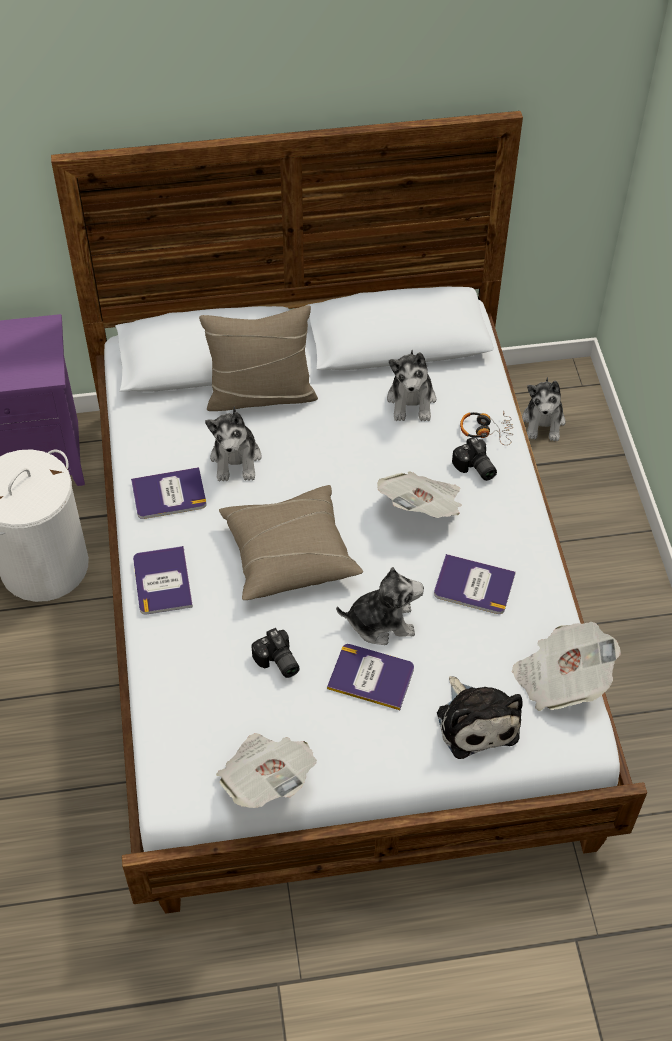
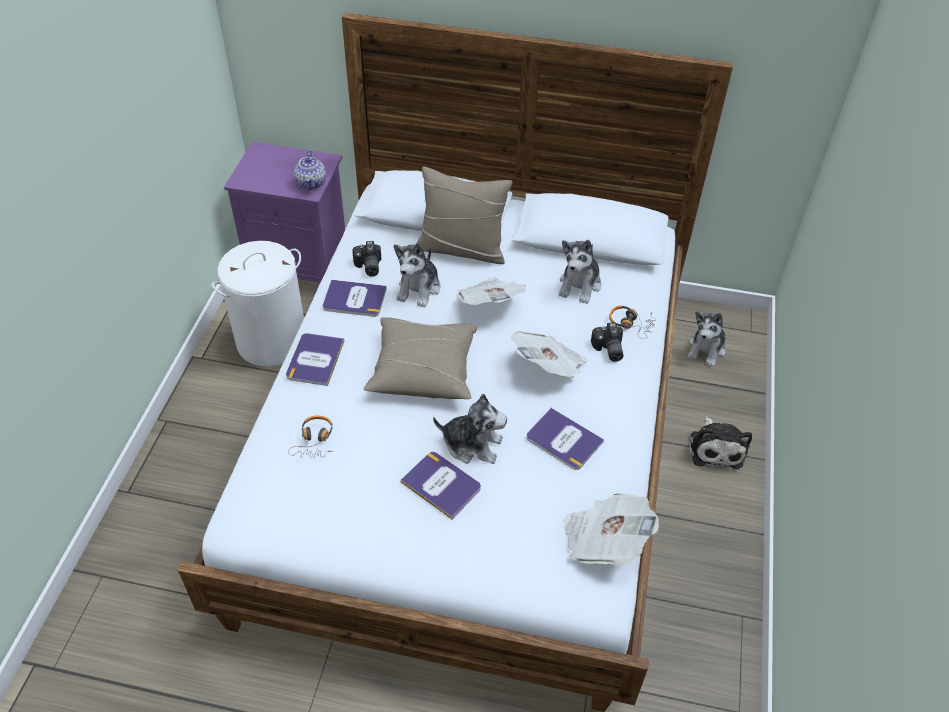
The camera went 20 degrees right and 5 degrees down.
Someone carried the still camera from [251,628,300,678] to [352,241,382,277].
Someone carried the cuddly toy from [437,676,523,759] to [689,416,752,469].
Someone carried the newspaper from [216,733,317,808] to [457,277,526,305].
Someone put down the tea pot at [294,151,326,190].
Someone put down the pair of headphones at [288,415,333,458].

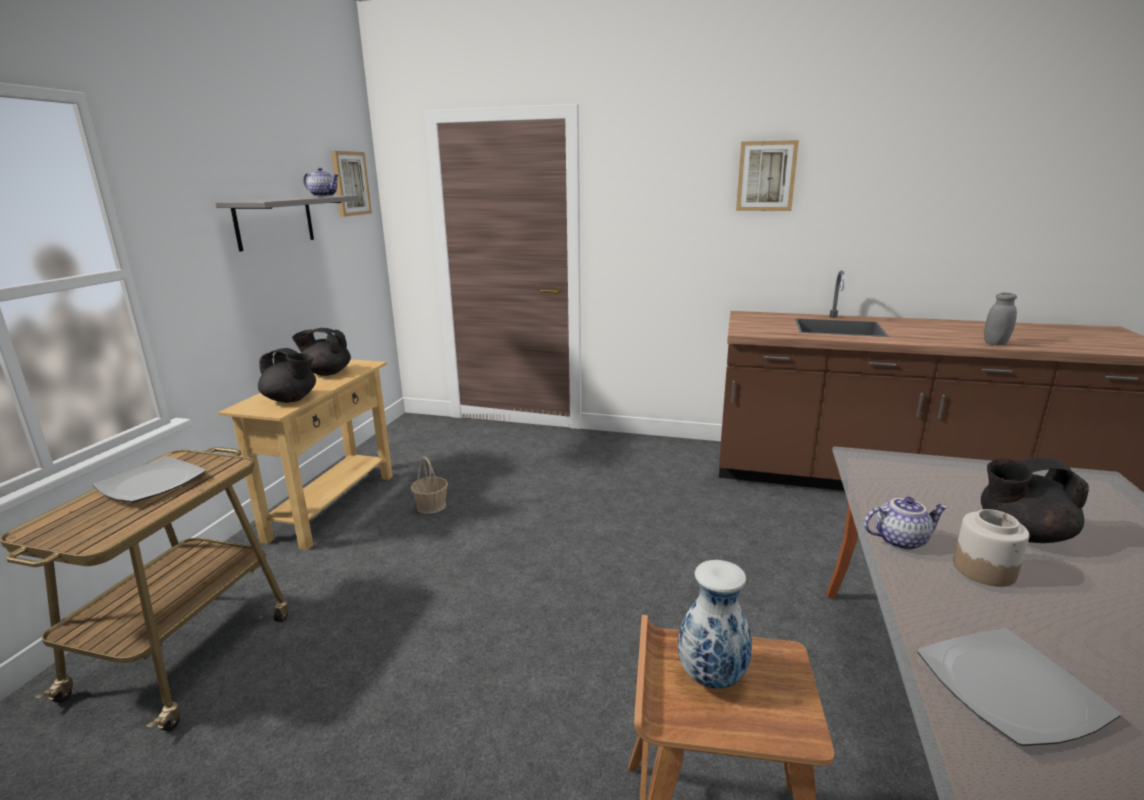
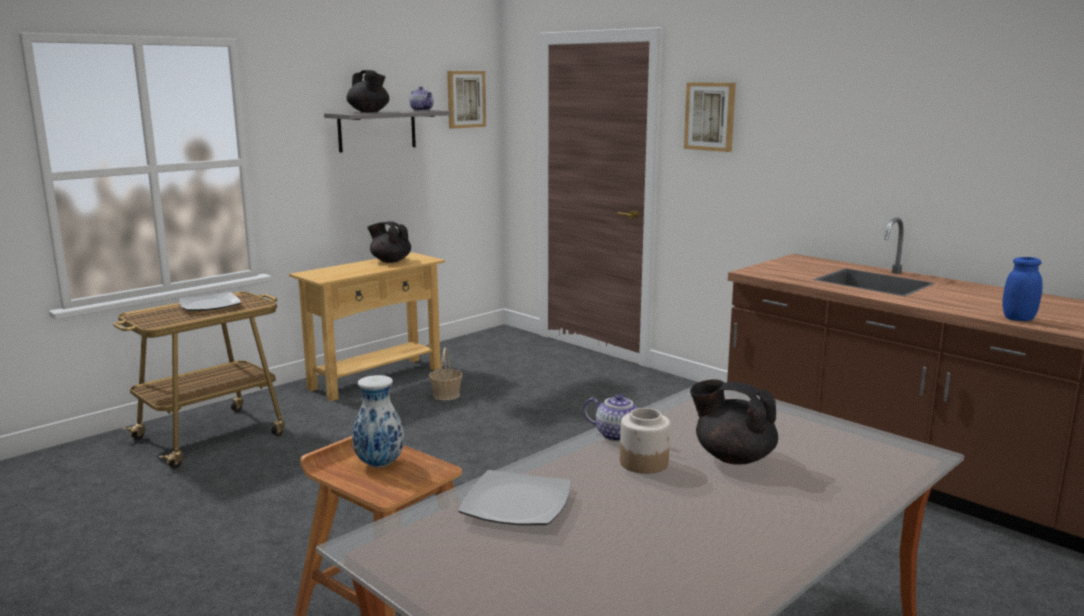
The camera went 30 degrees right and 5 degrees down.
Someone carried the wall art from [736,140,799,211] to [684,82,736,152].
Someone repainted the greyish storage jar at [984,293,1017,345], which became the blue storage jar at [1002,257,1043,321].
Someone carried the black tea pot from [258,348,316,403] to [346,70,389,112].

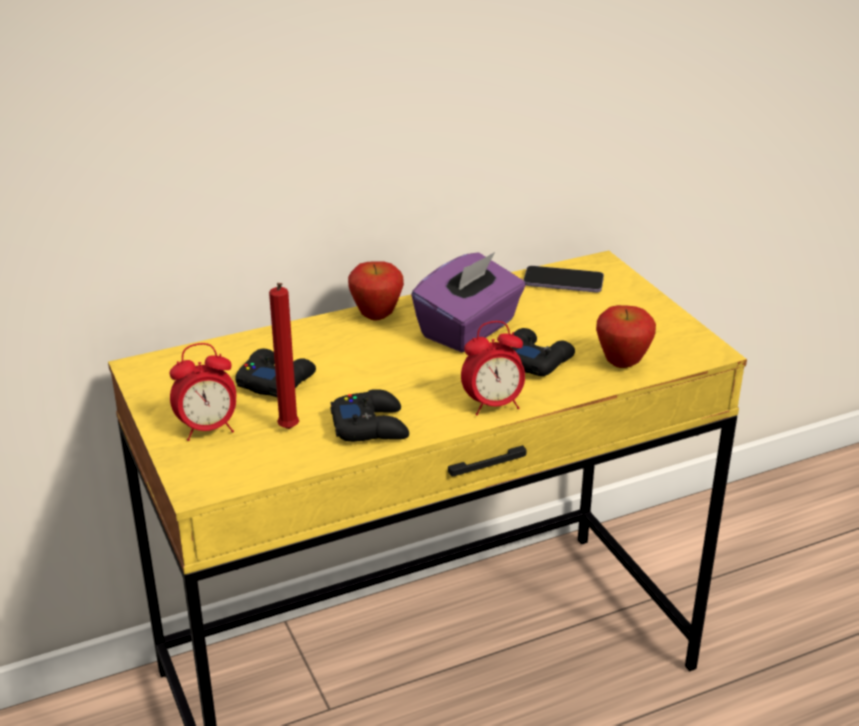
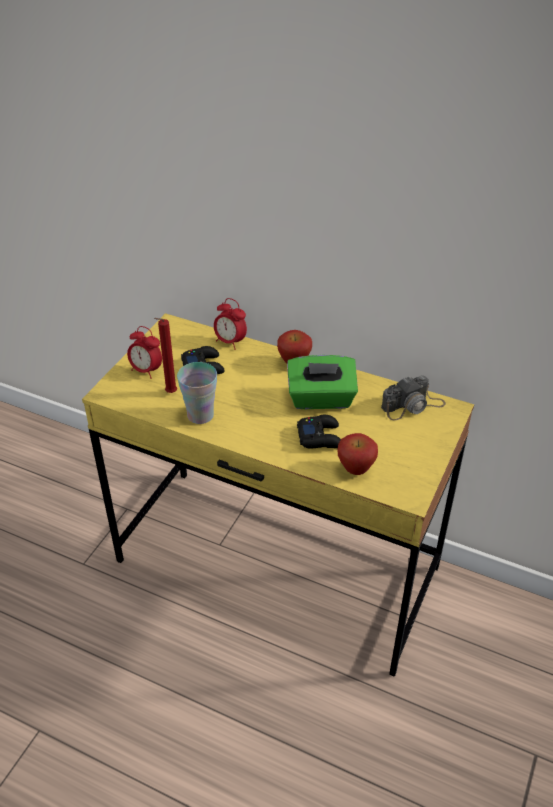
The camera went 50 degrees right and 10 degrees up.
Someone repainted the purple-coloured tissue box at [411,252,526,352], which became the green-coloured tissue box at [287,355,358,409].
Someone swapped the phone at [524,266,604,292] for the still camera at [381,375,446,420].
Someone carried the alarm clock from [461,321,525,415] to [214,298,247,350].
Someone swapped the black gamepad at [331,389,409,442] for the small cup at [177,362,217,424].

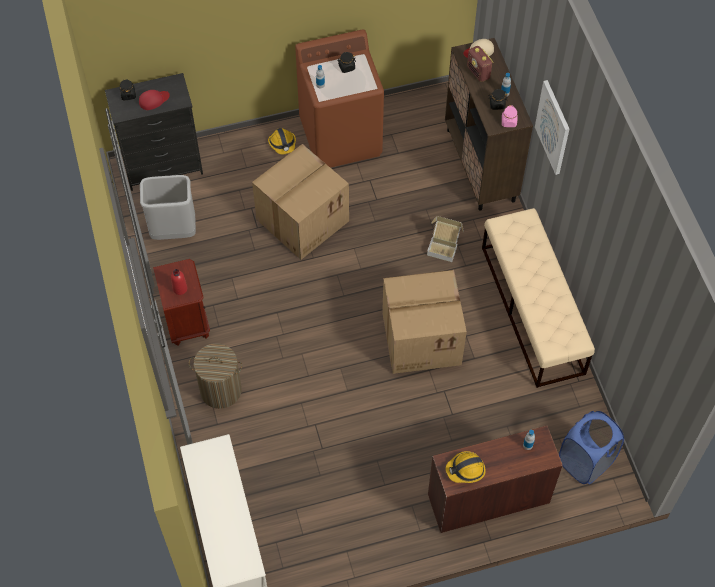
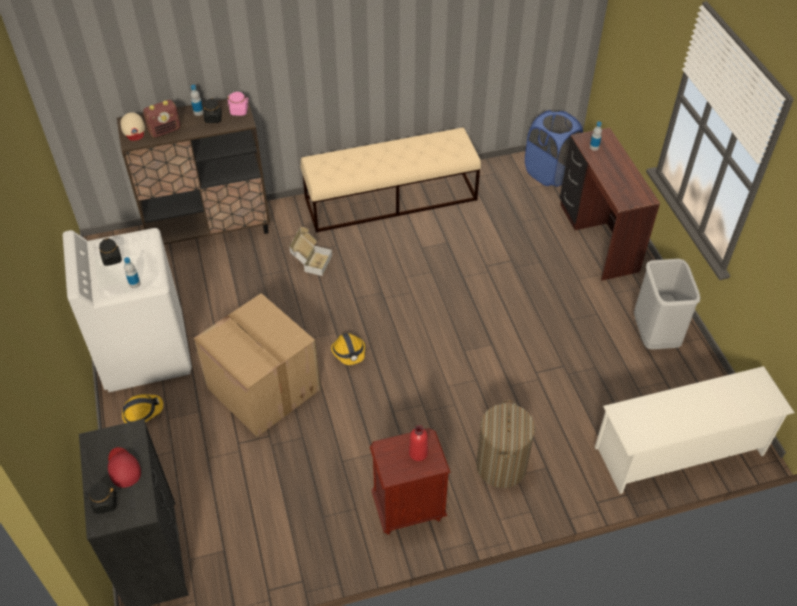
The camera went 90 degrees left and 10 degrees down.
Someone repainted the brown laundry appliance at [295,30,384,168], which became the whitish laundry appliance at [63,228,192,392].
Someone took away the wall art at [535,80,569,175].
Someone carried the greyish waste bin from [140,175,196,240] to [634,259,700,349].
Someone took away the packing box at [382,270,467,374].
Someone carried the safety helmet from [445,451,486,483] to [331,333,365,365].

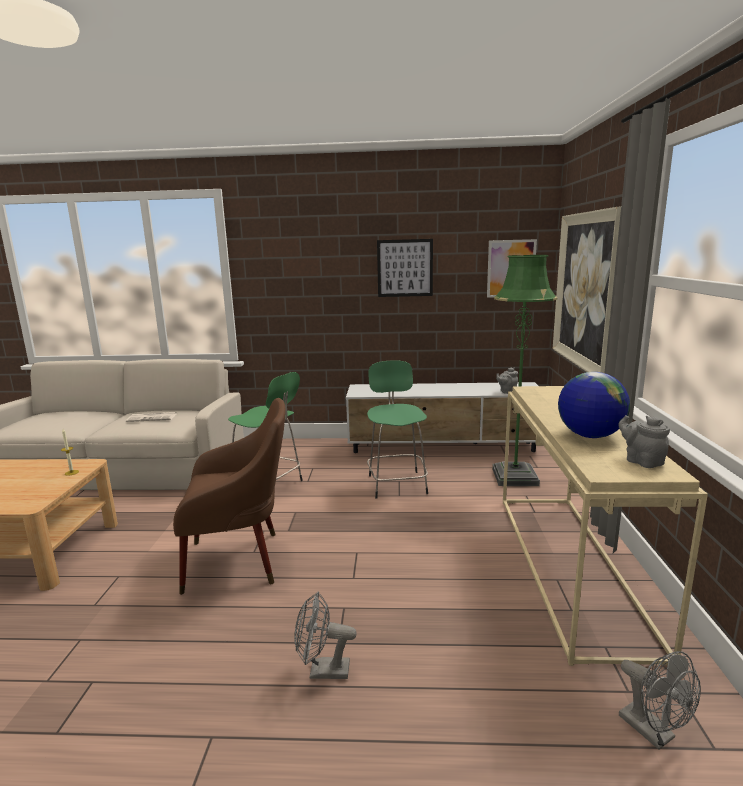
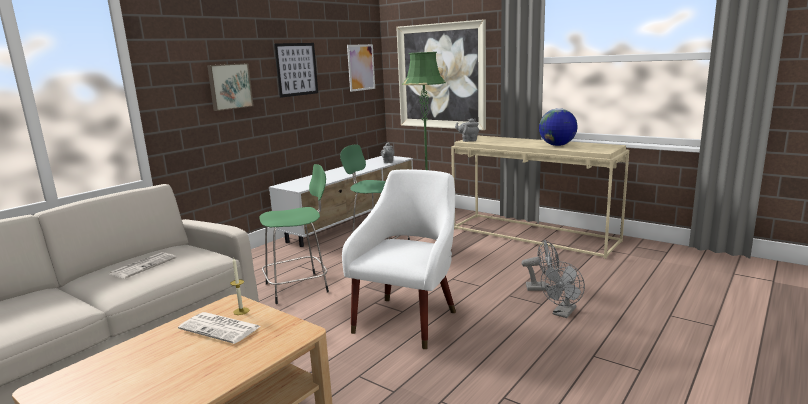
The camera went 55 degrees left and 0 degrees up.
Someone repainted the brown easy chair at [173,398,286,595], which became the whitish easy chair at [342,169,456,349].
Someone carried the greyish tea pot from [618,415,670,468] to [455,118,479,142].
Someone carried the greyish fan from [619,651,701,750] to [522,240,559,291].
Someone put up the wall art at [207,63,254,111].
Someone put down the newspaper at [178,312,261,344].

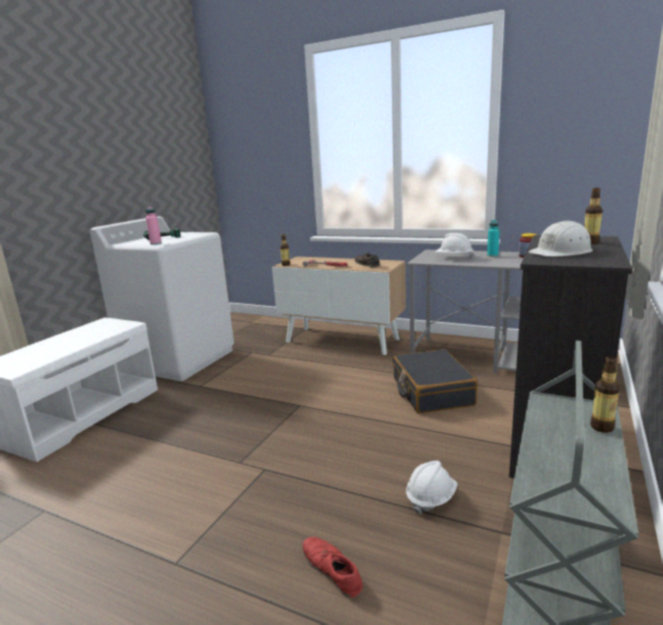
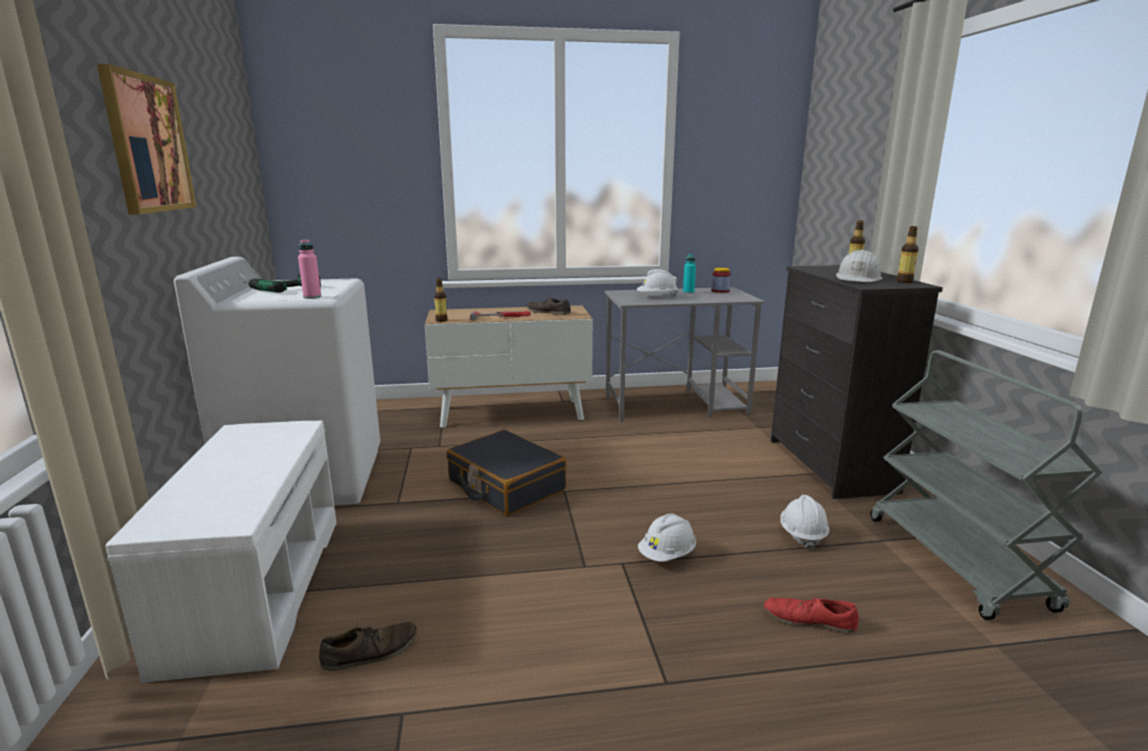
The camera went 35 degrees left and 0 degrees up.
Someone carried the black piece of luggage from [393,349,478,414] to [446,430,567,516].
Someone carried the bottle from [590,356,620,433] to [896,226,919,283].
Someone put up the wall art at [97,64,197,215].
Someone put down the whitish safety helmet at [638,513,696,562].
Someone put down the brown shoe at [319,622,417,671].

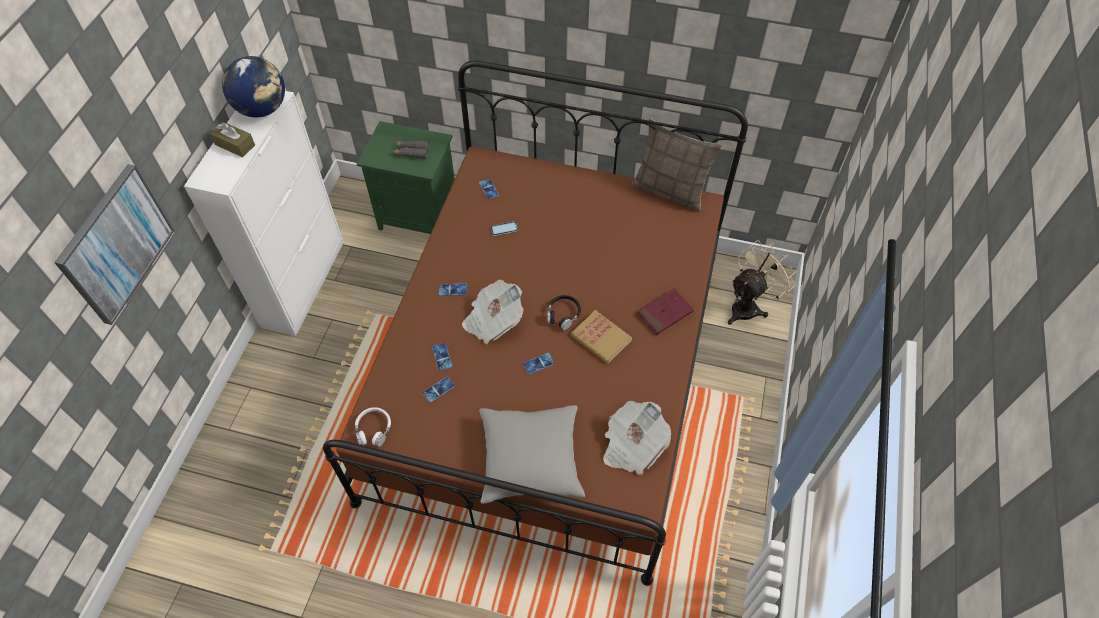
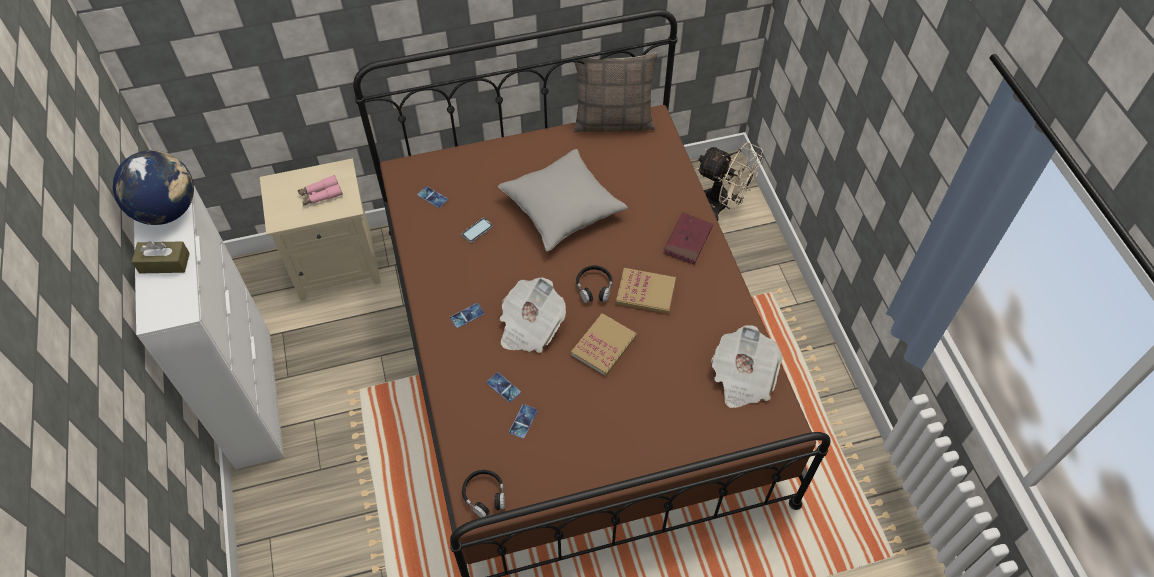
The camera went 30 degrees left and 0 degrees up.
Someone repainted the green-coloured night table at [357,121,455,234], which became the beige-coloured night table at [260,158,381,301].
Someone repainted the greyish pair of binoculars at [393,141,430,159], which became the pink-coloured pair of binoculars at [298,175,343,205].
Someone took away the wall art at [54,164,174,325].
Someone rotated the beige-coloured fan at [728,240,796,325] by 105 degrees clockwise.
Someone swapped the phone at [523,353,555,374] for the bound book at [571,313,637,376].
Someone carried the greyish pillow from [480,405,585,504] to [498,149,628,252].
Someone repainted the whitish pair of headphones at [355,407,391,447], which became the black pair of headphones at [462,470,505,518].

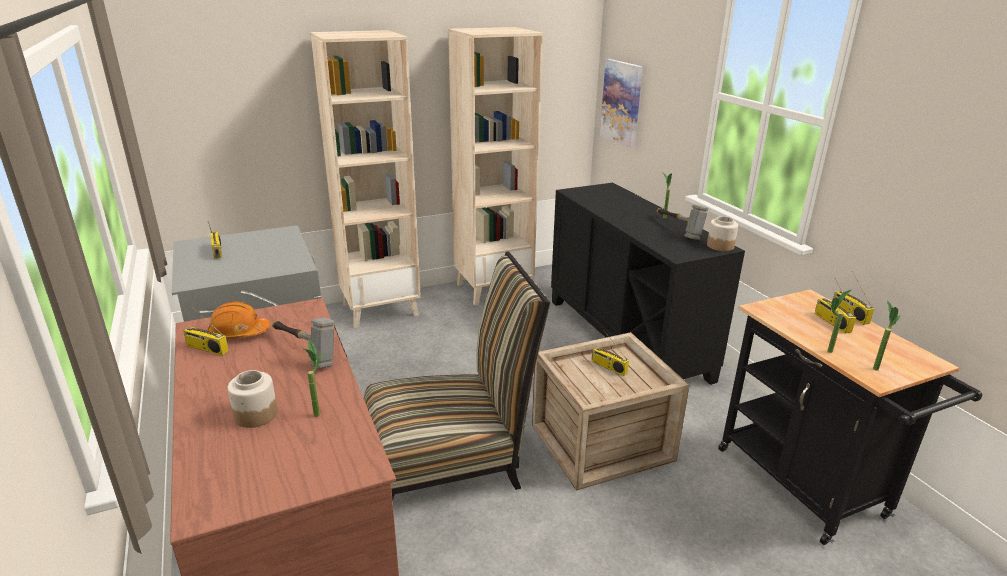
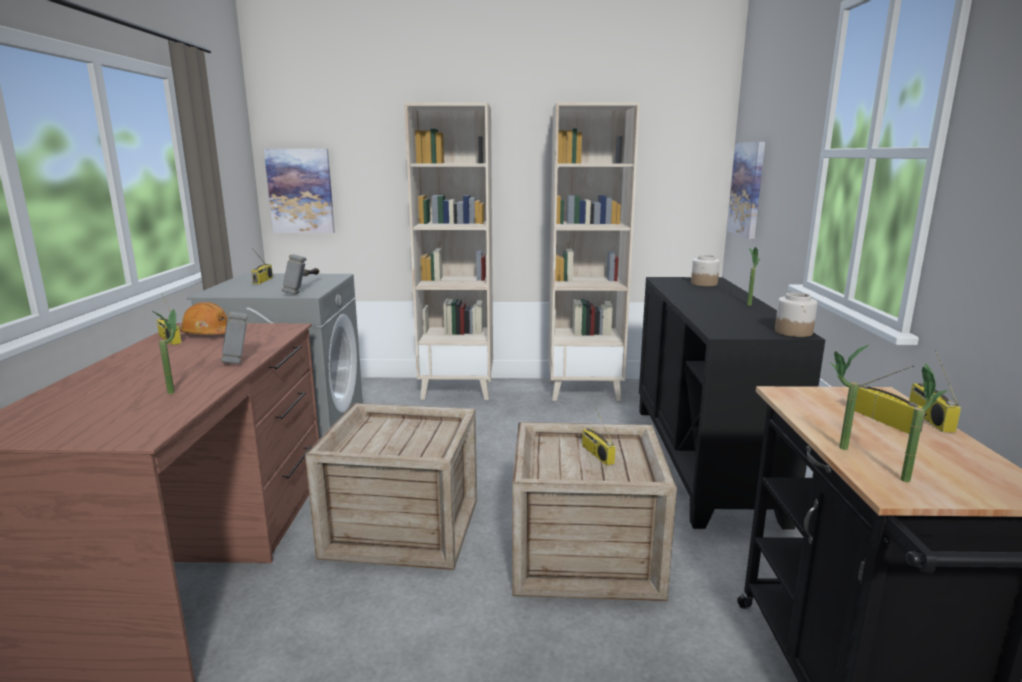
The camera went 25 degrees right and 10 degrees down.
Someone carried the hand hammer from [657,204,708,240] to [282,254,319,294].
Someone swapped the plain chair at [364,251,550,500] for the packing crate at [305,403,477,570].
Someone rotated the radio at [815,278,856,333] by 150 degrees clockwise.
Someone carried the storage jar from [228,370,278,428] to [691,255,720,286].
Someone put up the wall art at [264,149,335,233].

